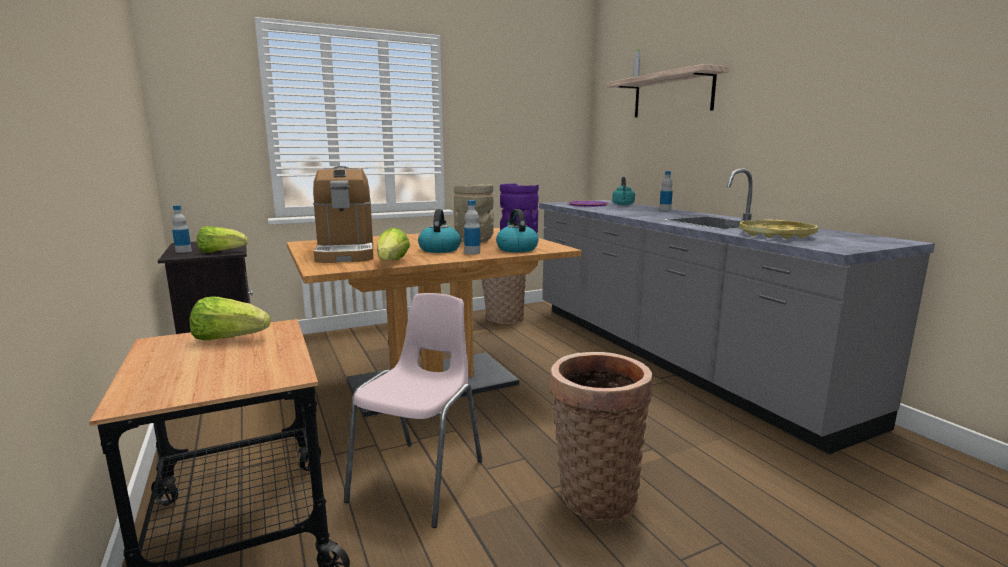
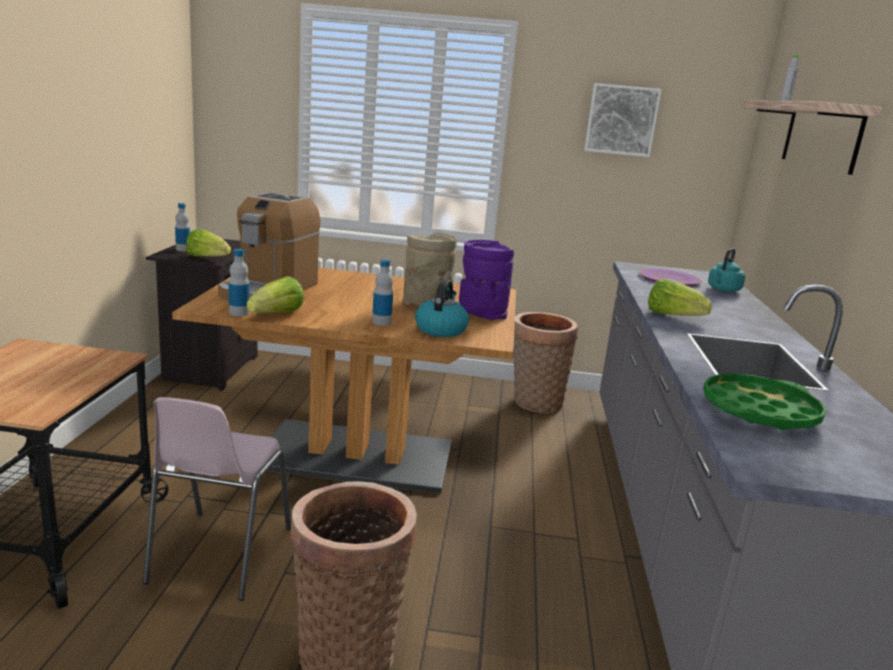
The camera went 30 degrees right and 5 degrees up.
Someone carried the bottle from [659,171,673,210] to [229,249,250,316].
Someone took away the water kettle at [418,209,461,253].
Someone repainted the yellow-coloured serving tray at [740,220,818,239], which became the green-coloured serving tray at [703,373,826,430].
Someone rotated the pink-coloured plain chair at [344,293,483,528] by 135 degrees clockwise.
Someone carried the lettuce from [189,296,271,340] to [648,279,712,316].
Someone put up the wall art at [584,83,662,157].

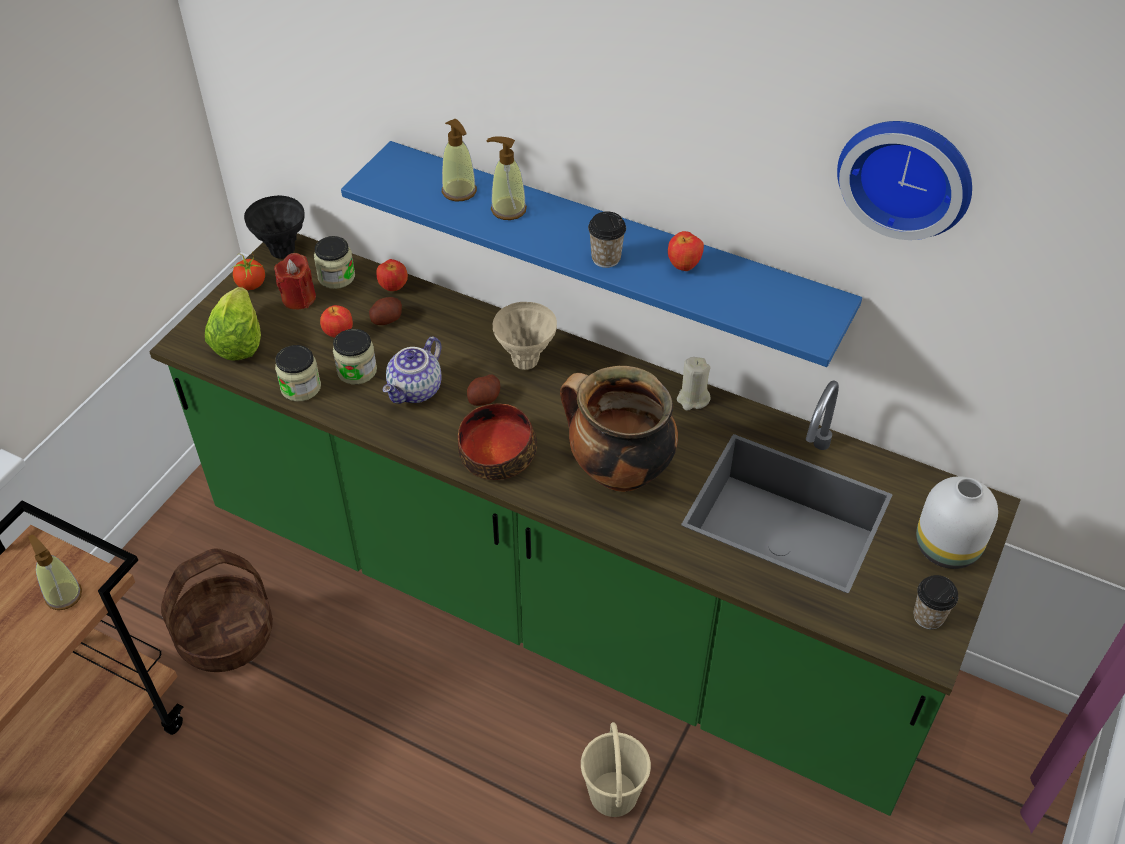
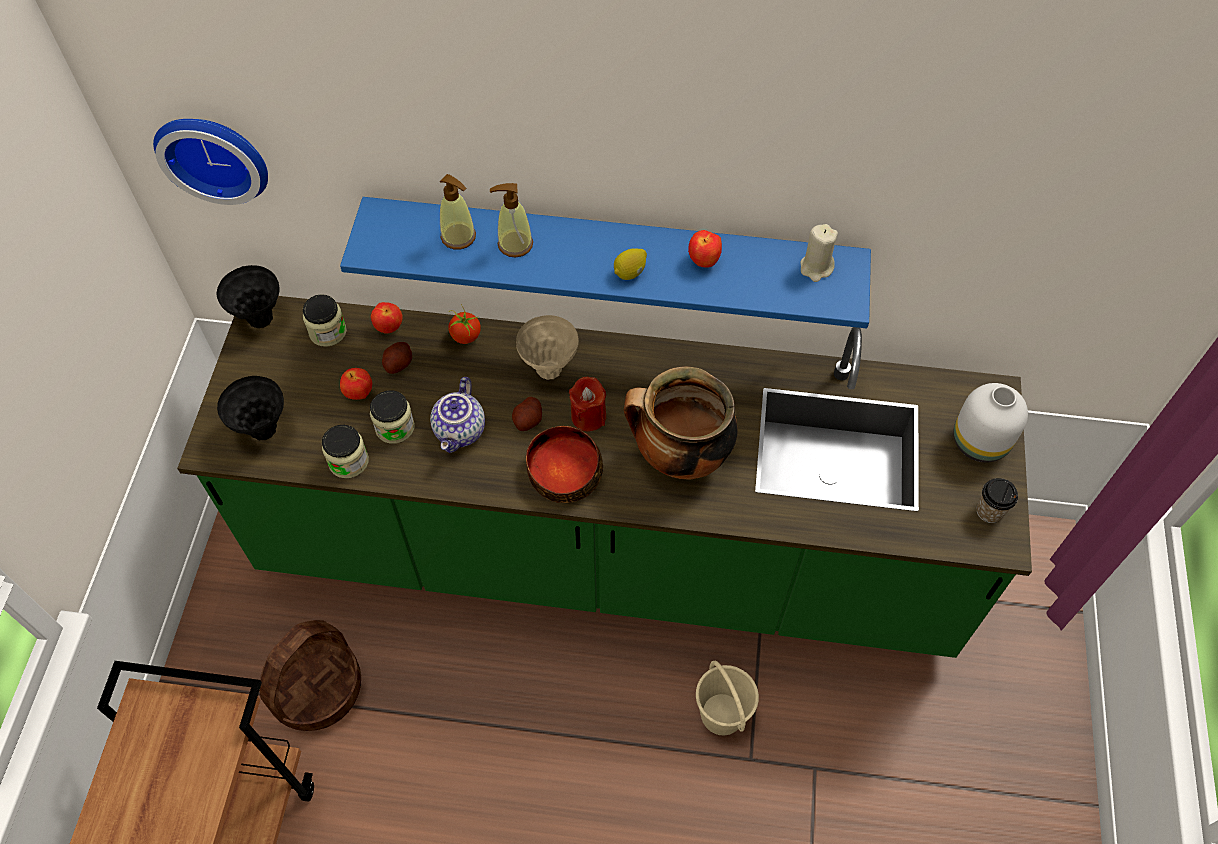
The camera went 20 degrees left and 10 degrees up.
Someone carried the hanging clock from [837,121,972,240] to [153,119,268,205].
Someone swapped the small cup at [588,211,626,268] for the whole lemon at [614,248,647,280].
Someone carried the fresh tomato from [232,251,265,290] to [448,304,481,344].
Someone carried the red-coloured wax candle from [274,253,316,310] to [569,377,606,431].
Someone swapped the lettuce at [205,287,261,361] for the black vase at [217,376,284,440].
Someone carried the beige-coloured wax candle from [677,357,711,411] to [800,224,838,282].
Someone took away the soap dispenser at [28,534,82,610].

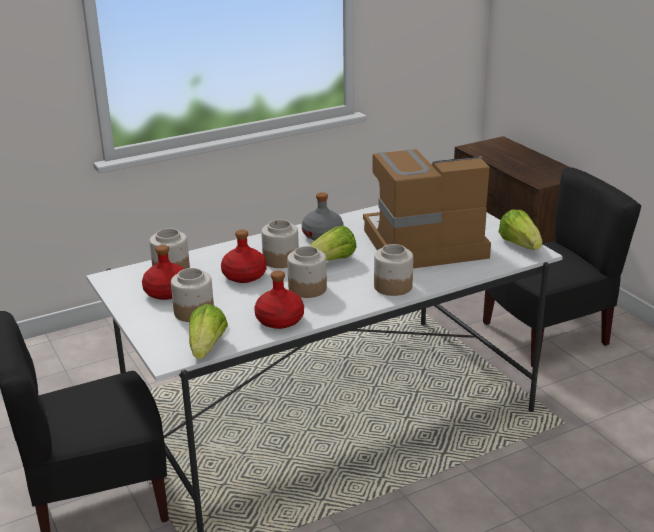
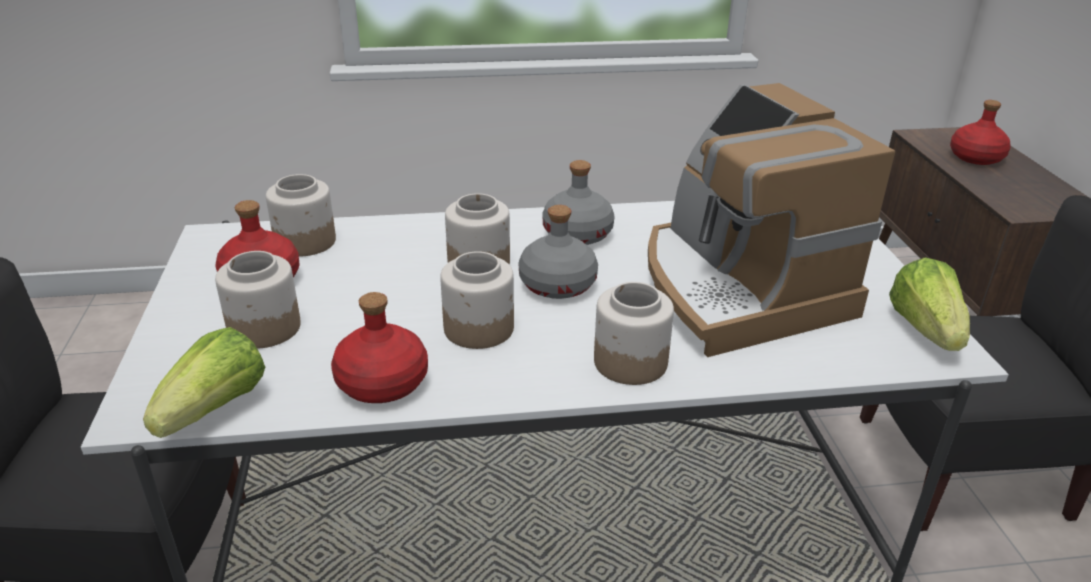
The camera went 20 degrees right and 5 degrees up.
Someone rotated the coffee maker at [363,149,491,268] by 120 degrees counterclockwise.
Someone swapped the lettuce at [310,226,357,261] for the greyish bottle at [518,205,598,299].
Someone carried the red-coloured bottle from [221,230,267,283] to [950,100,1011,165].

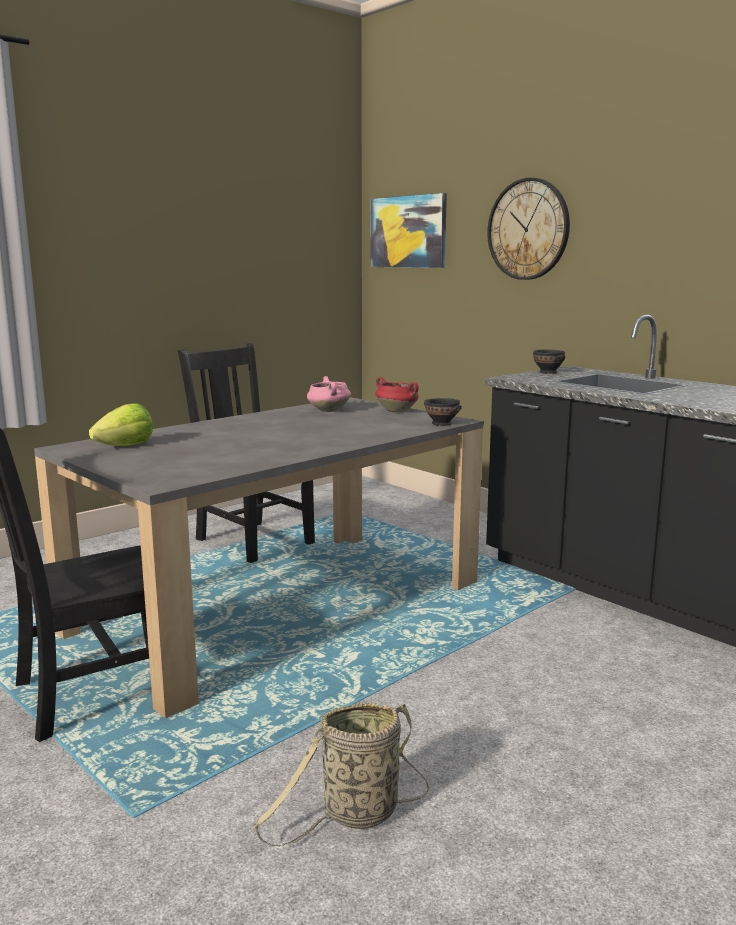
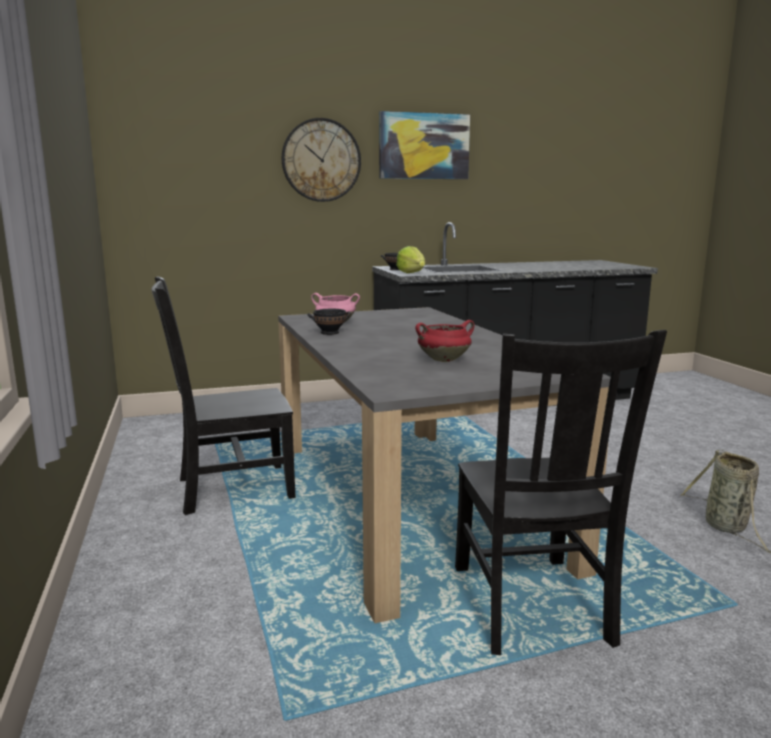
The camera went 65 degrees left and 0 degrees up.
Someone carried the wall art from [370,193,447,268] to [379,111,470,179].
Someone carried the red-coloured stockpot from [375,377,419,413] to [415,320,474,362].
Someone carried the black bowl from [424,398,462,426] to [308,308,351,335].
Someone carried the lettuce from [89,403,153,446] to [396,246,425,273].

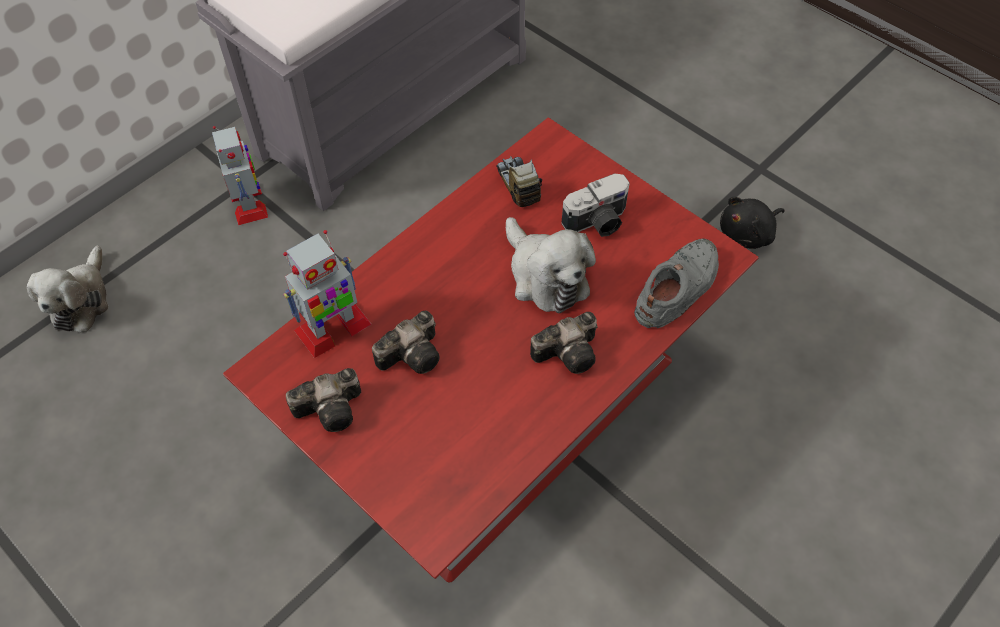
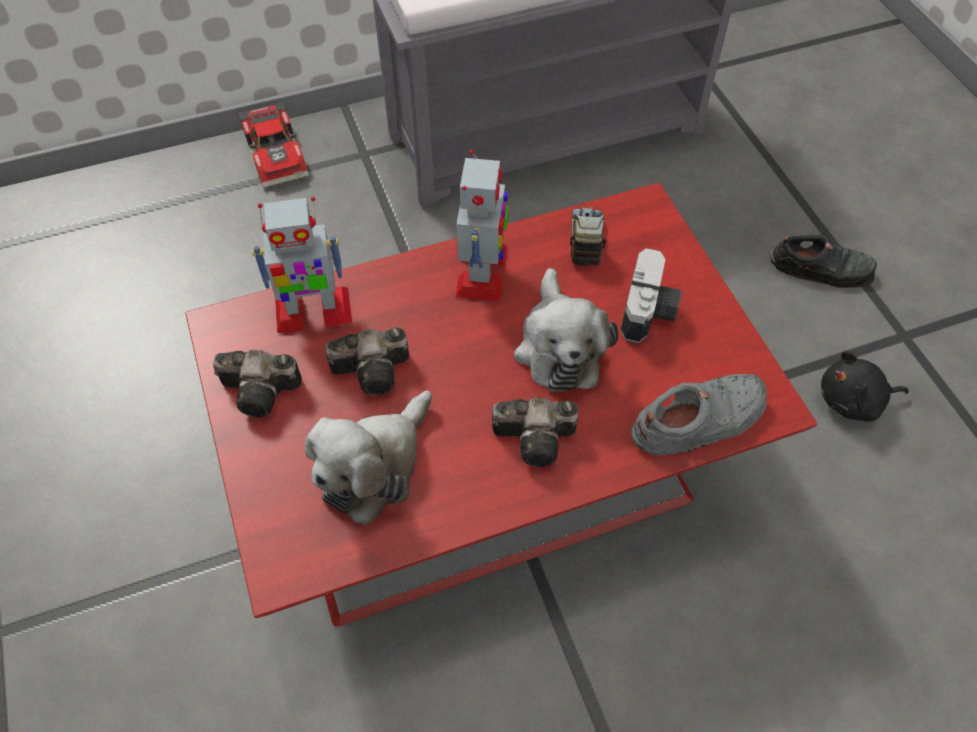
The camera went 25 degrees right and 0 degrees up.
Someone carried the robot figure from [212,126,268,225] to [455,150,509,302].
Someone rotated the still camera at [561,173,630,237] by 75 degrees counterclockwise.
Someone carried the cuddly toy from [27,246,109,333] to [305,391,432,525].
Someone put down the toy car at [238,101,309,188].
Someone put down the black shoe at [770,235,877,288].

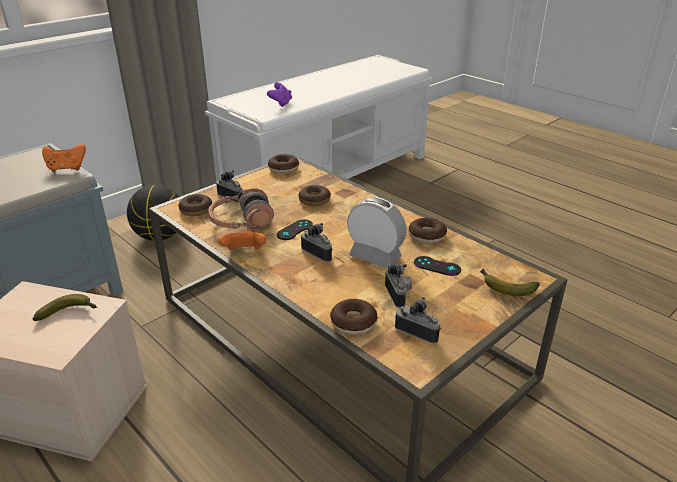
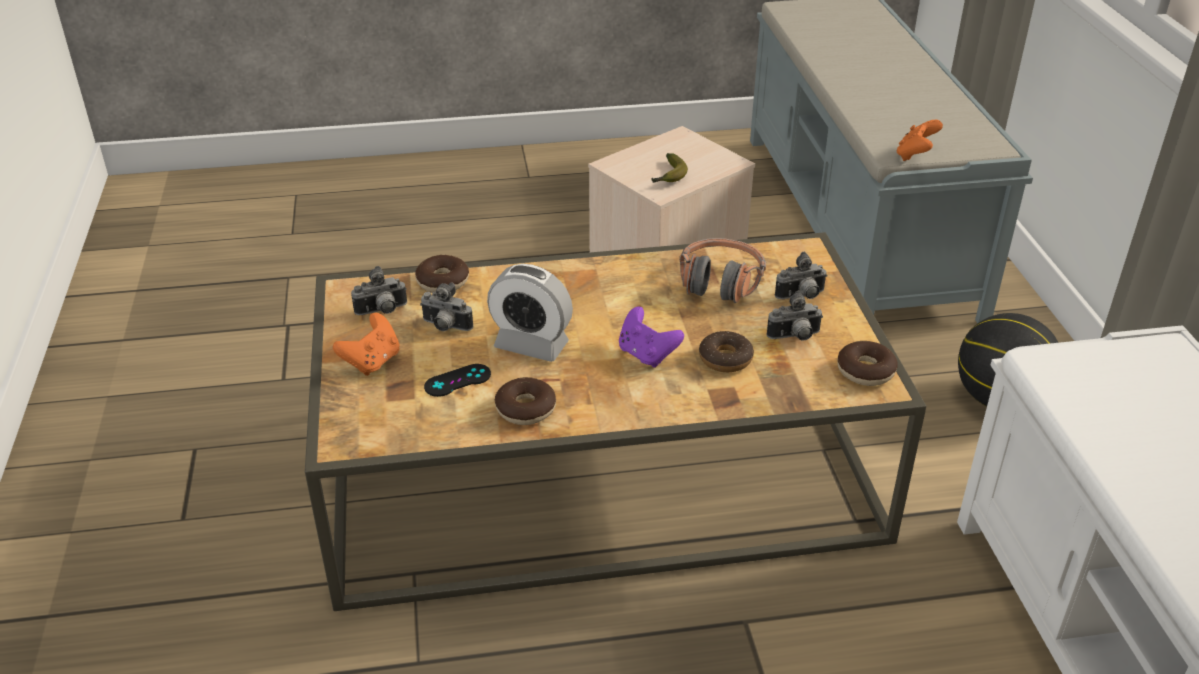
The camera went 125 degrees right and 5 degrees up.
Someone carried the purple-coloured gamepad from [267,82,292,107] to [619,307,684,368].
Someone took away the donut at [178,194,212,216].
Someone rotated the alarm clock at [347,197,407,268] by 45 degrees clockwise.
Someone took away the black gamepad at [277,219,313,240].
Someone carried the still camera from [301,223,333,262] to [767,291,823,340].
Someone carried the orangey gamepad from [218,229,267,250] to [333,313,400,376].
Someone took away the whole banana at [480,269,540,296].

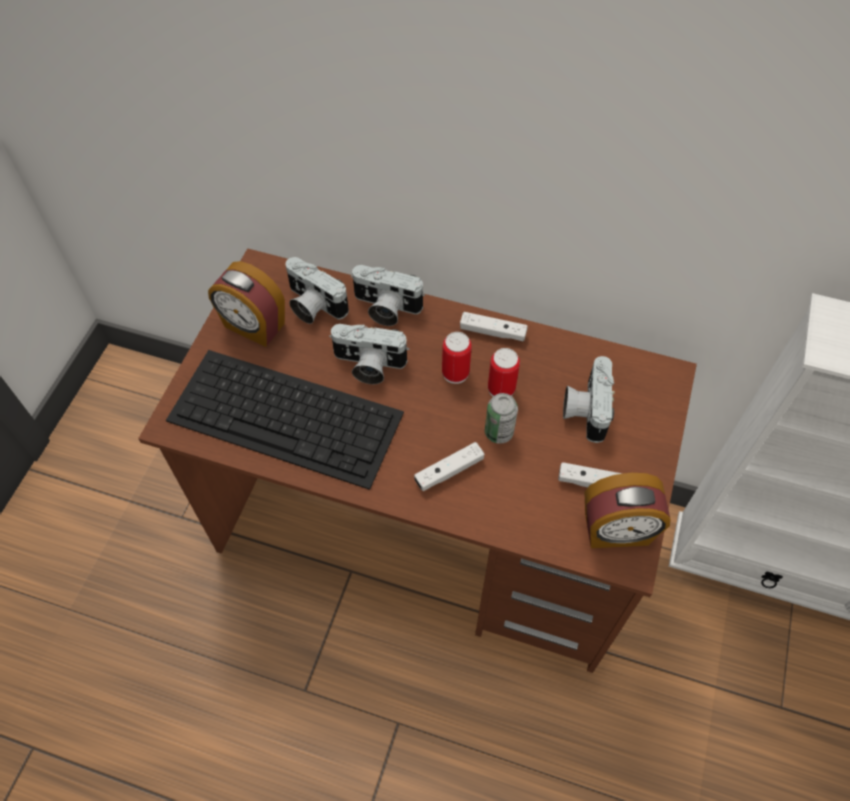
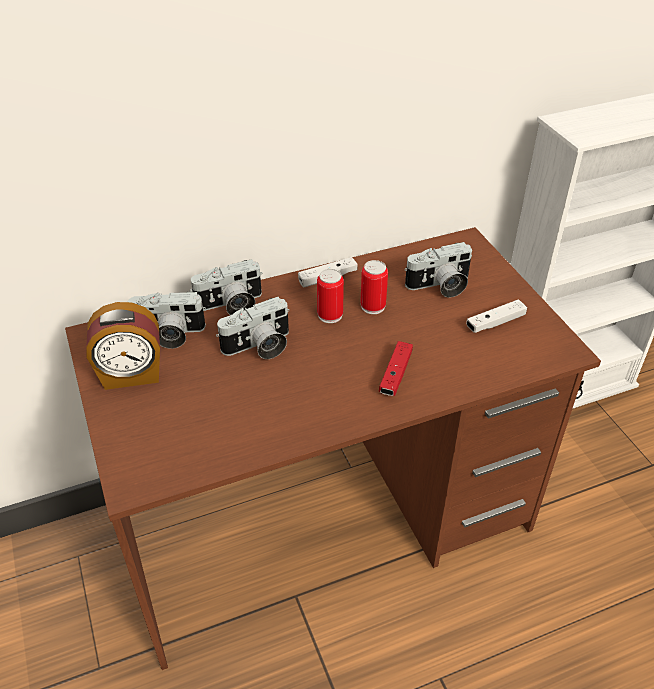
The camera went 40 degrees left and 15 degrees down.
Someone took away the keyboard at [166,350,404,490].
Someone rotated the still camera at [563,356,615,443] by 75 degrees counterclockwise.
Someone took away the sealed can at [485,393,518,444].
Someone repainted the whitish gamepad at [414,442,484,491], which became the red-coloured gamepad at [379,341,413,396].
Someone took away the alarm clock at [584,473,671,548].

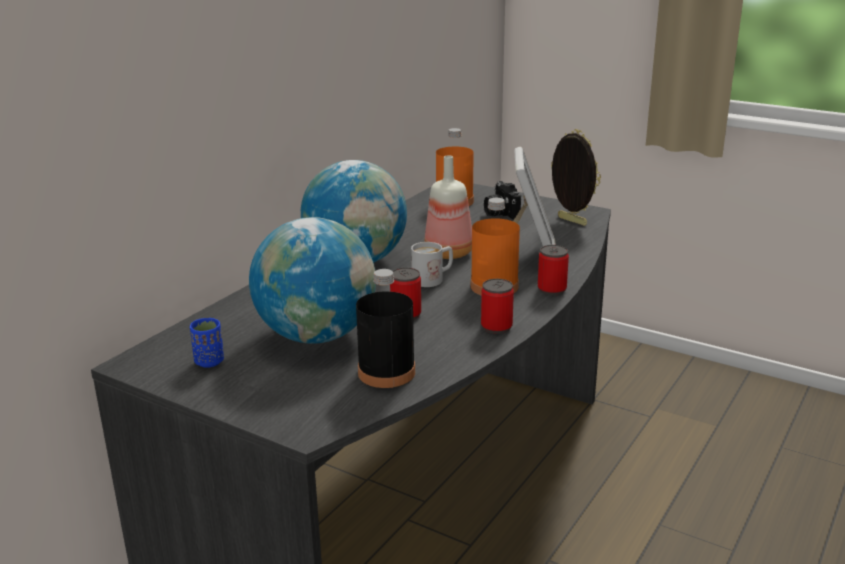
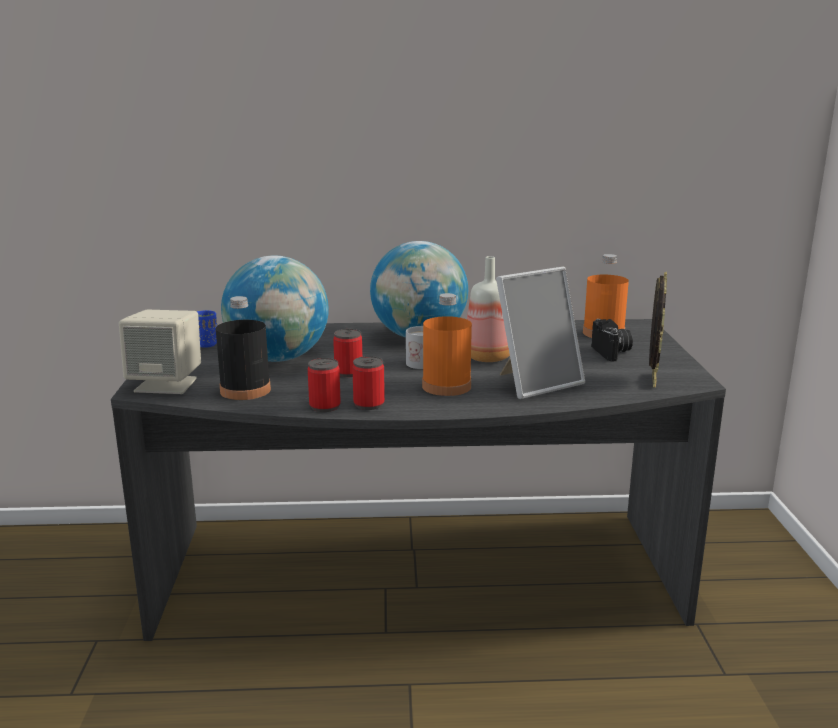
The camera went 55 degrees right and 5 degrees down.
Someone rotated the still camera at [484,181,521,219] by 135 degrees clockwise.
Someone carried the sealed can from [538,245,569,295] to [308,358,341,412].
Someone put down the beige-coloured audio speaker at [119,310,201,394].

